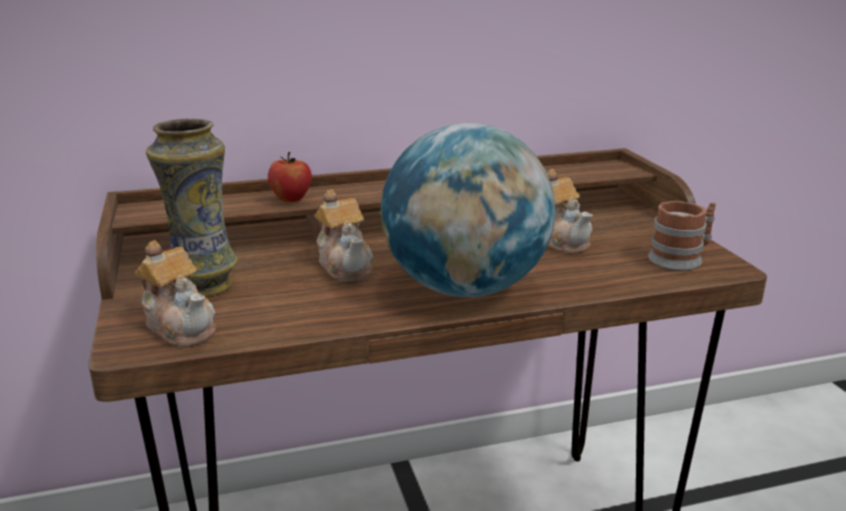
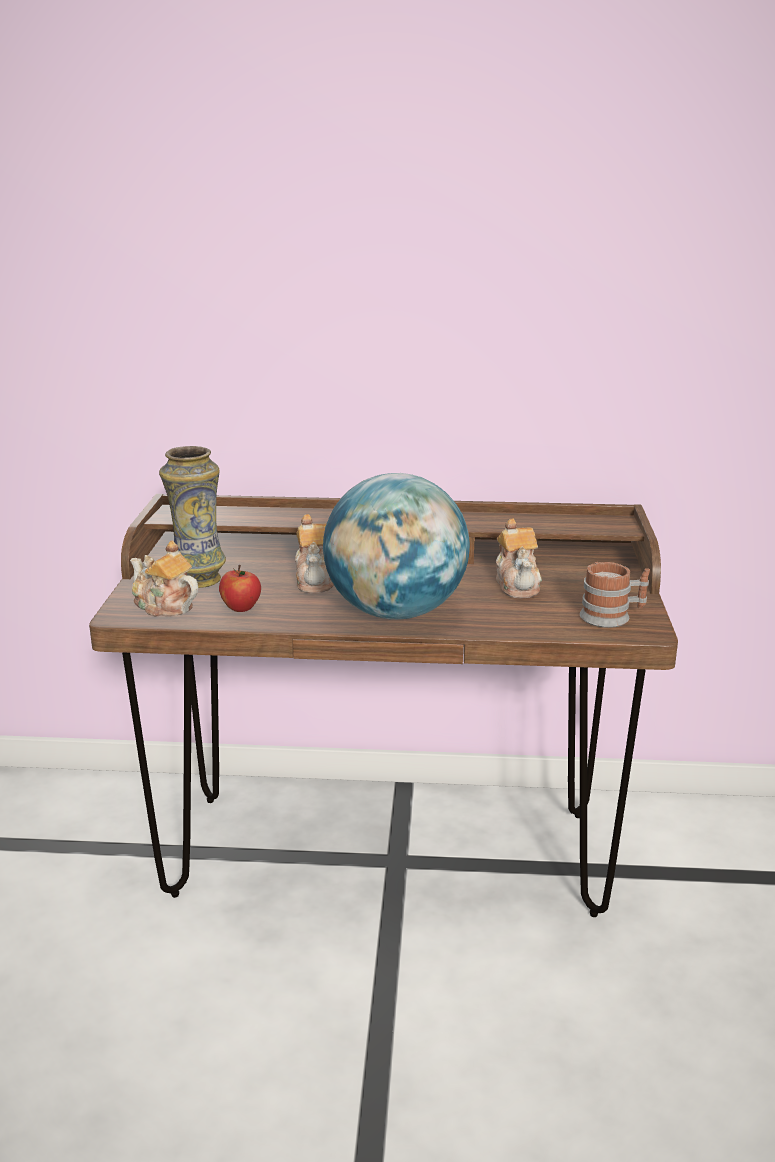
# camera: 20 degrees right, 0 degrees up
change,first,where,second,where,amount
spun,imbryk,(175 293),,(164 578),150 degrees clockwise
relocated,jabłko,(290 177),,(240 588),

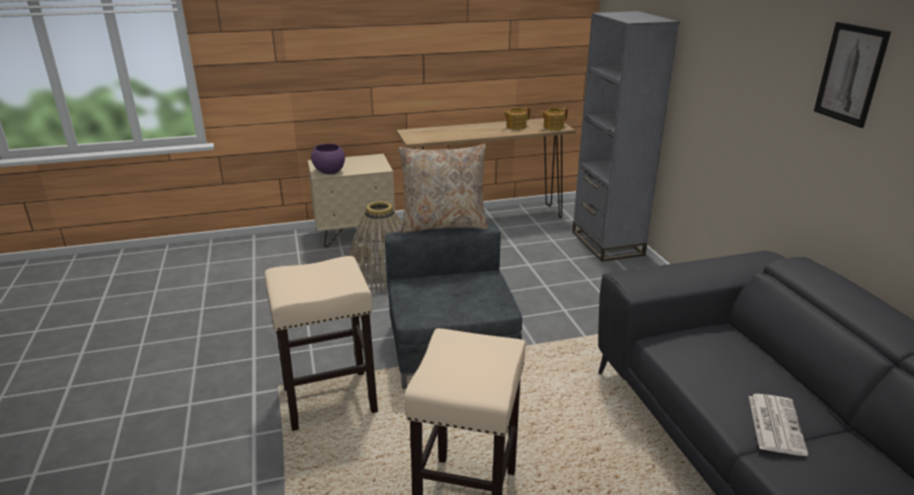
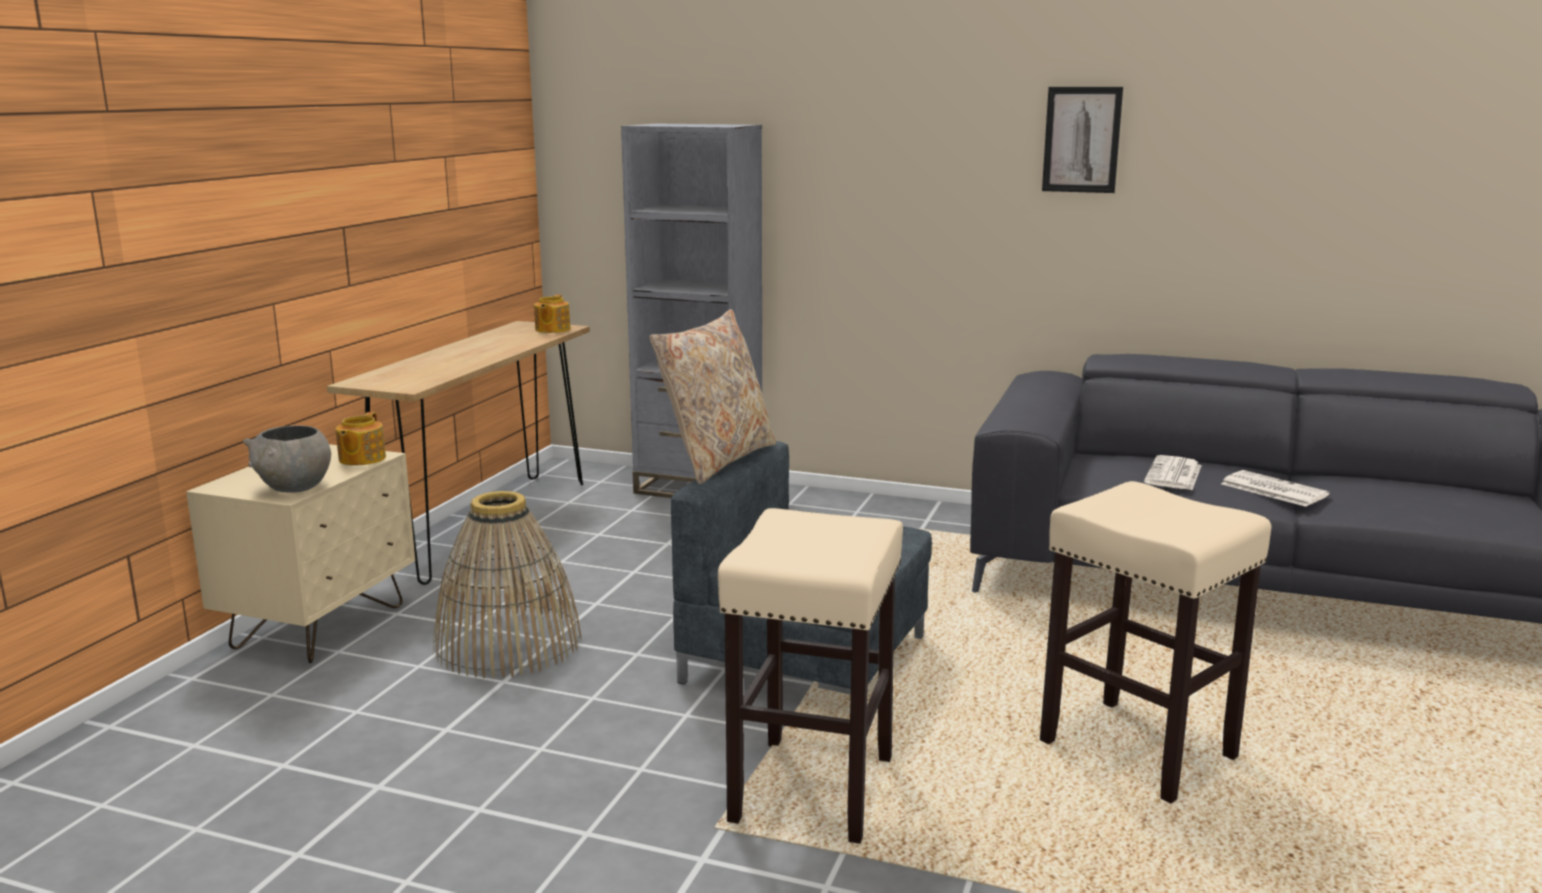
# camera: 55 degrees left, 10 degrees down
change,first,where,second,where,amount
colour,miska/fioletowy,(328 159),miska/szary,(286 459),
relocated,imbryk,(516 118),,(360 438),
appeared,,,gazeta,(1173 472),

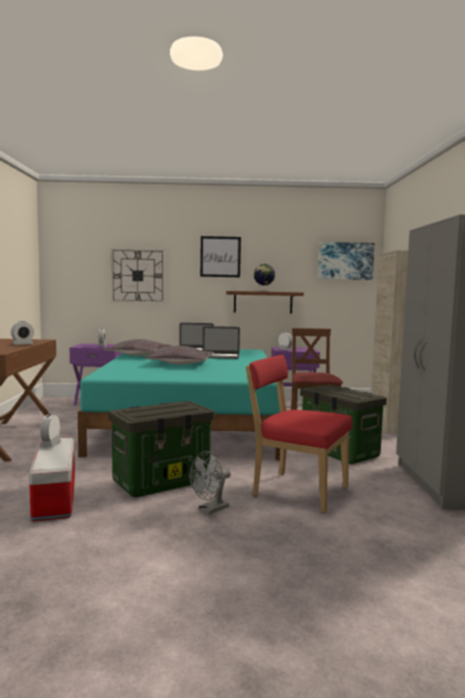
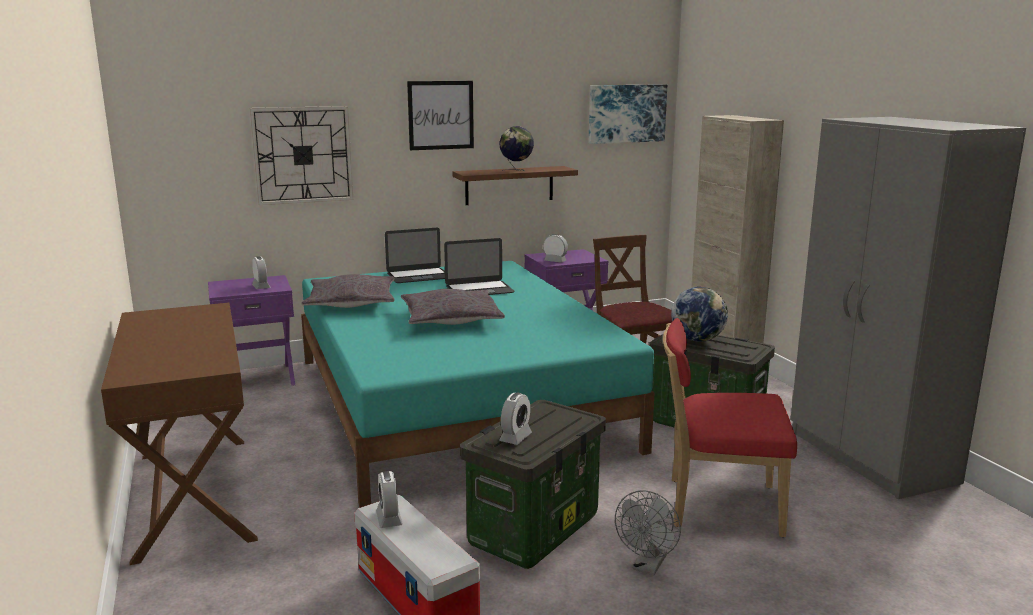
# camera: 20 degrees left, 10 degrees up
change,first,where,second,where,amount
relocated,budzik,(22 333),,(515 419),
appeared,,,globus,(699 314),

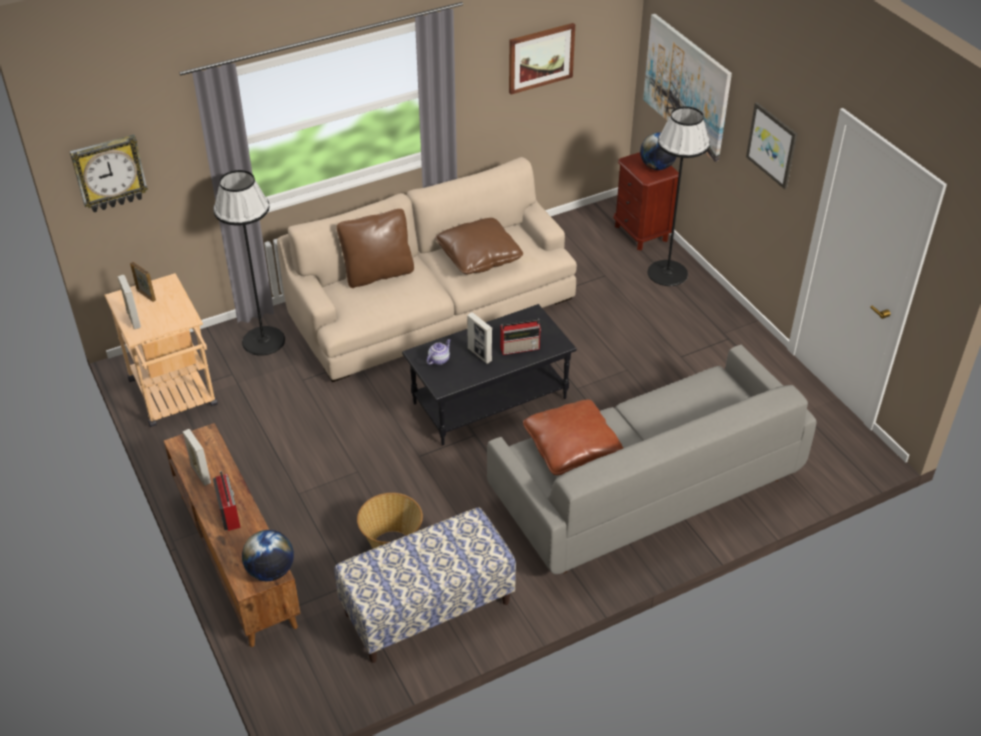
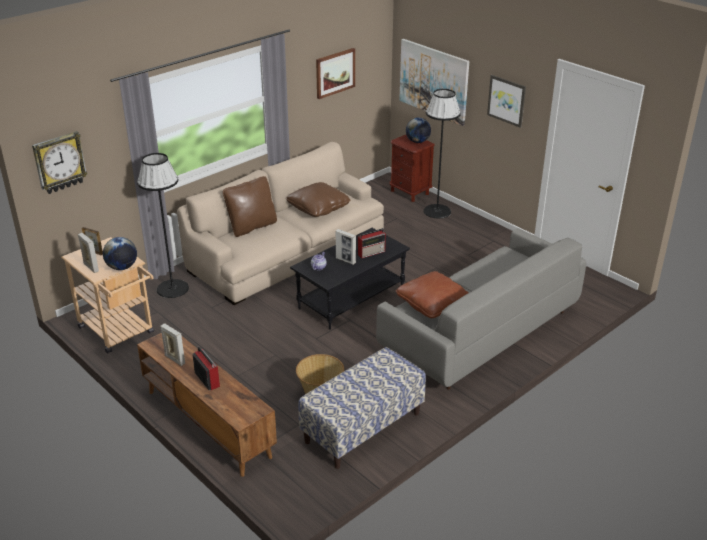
# camera: 15 degrees left, 10 degrees down
change,first,where,second,where,amount
relocated,globus,(268 555),,(120 253),

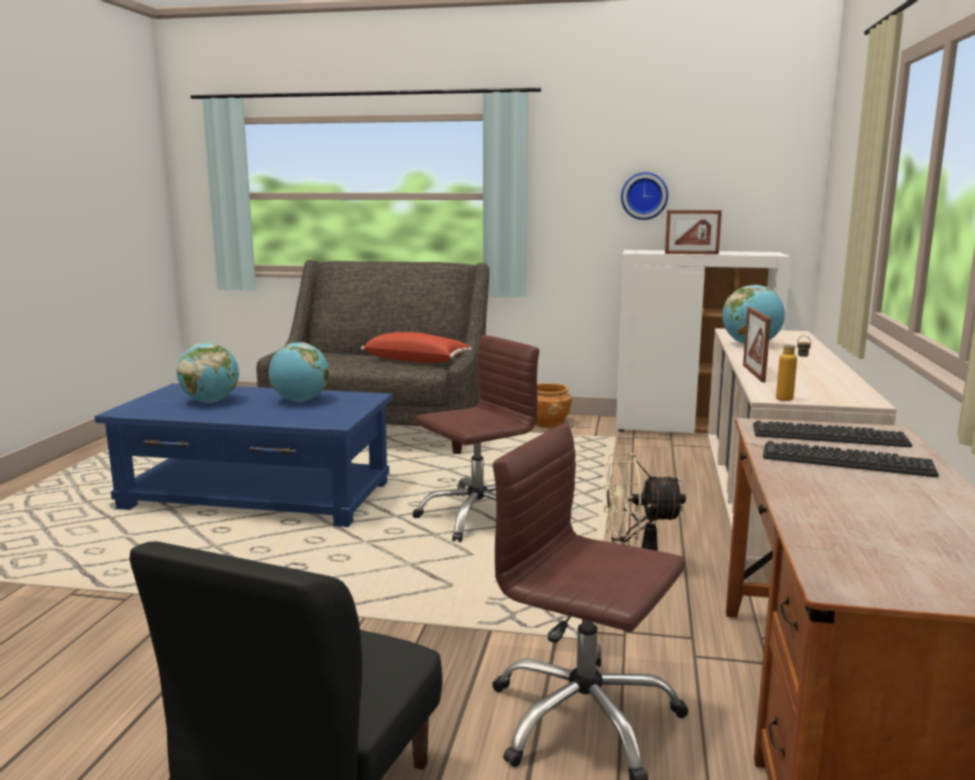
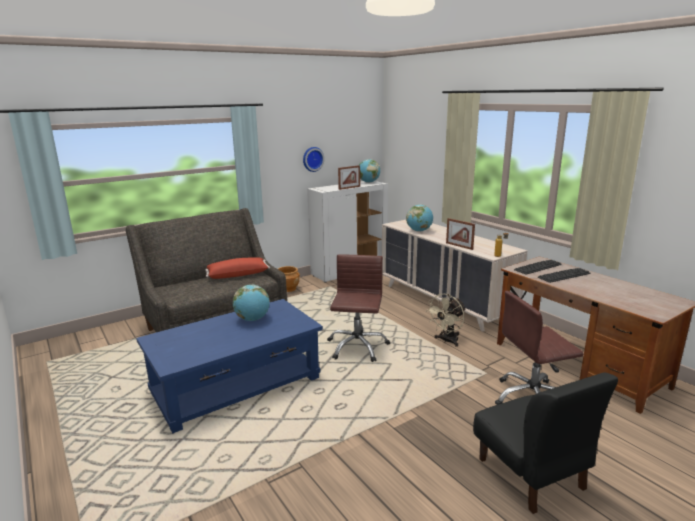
# camera: 45 degrees left, 5 degrees up
change,first,where,second,where,amount
relocated,globus,(208 373),,(369 171),

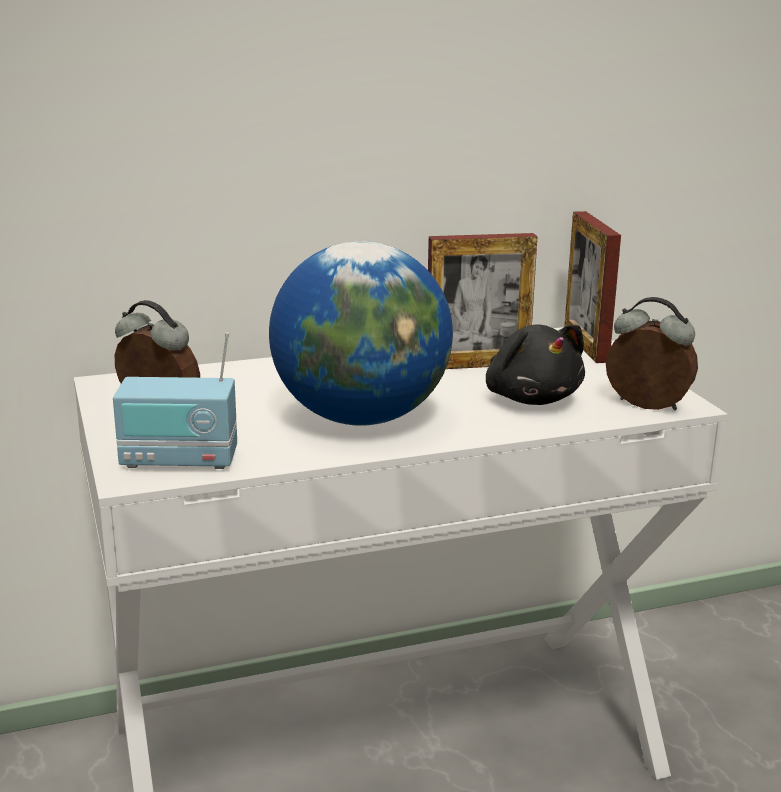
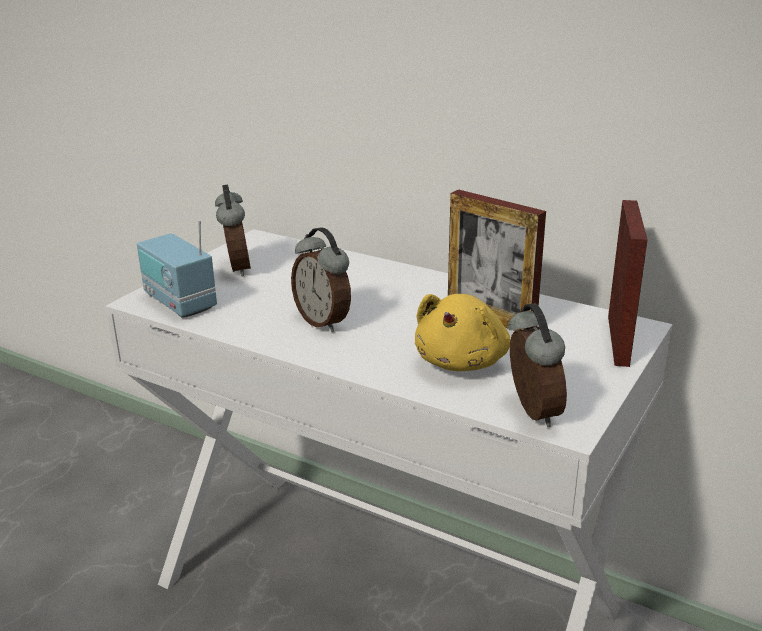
# camera: 50 degrees right, 5 degrees up
change,first,where,second,where,amount
exchanged,globus,(361 333),budzik,(321 280),
colour,pluszak/czarny,(535 364),pluszak/żółty,(462 332),
spun,ramka na zdjęcie,(592 287),,(627 283),150 degrees clockwise

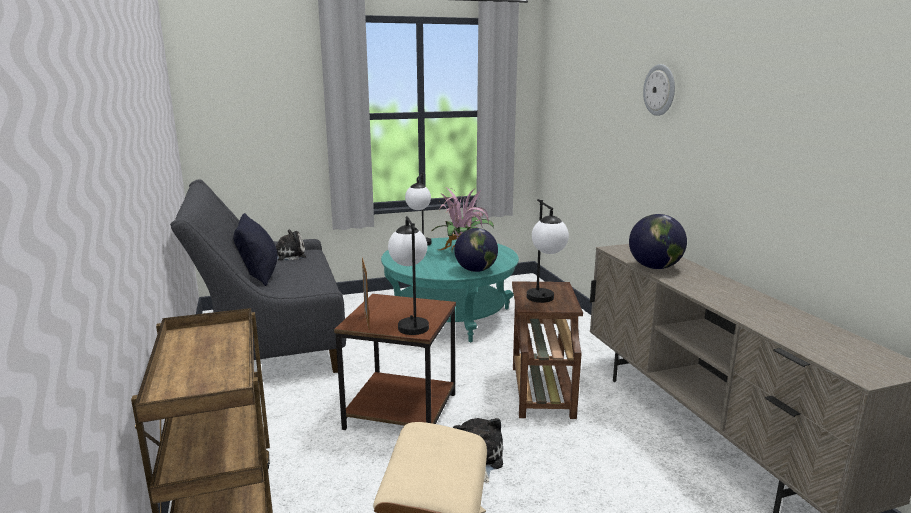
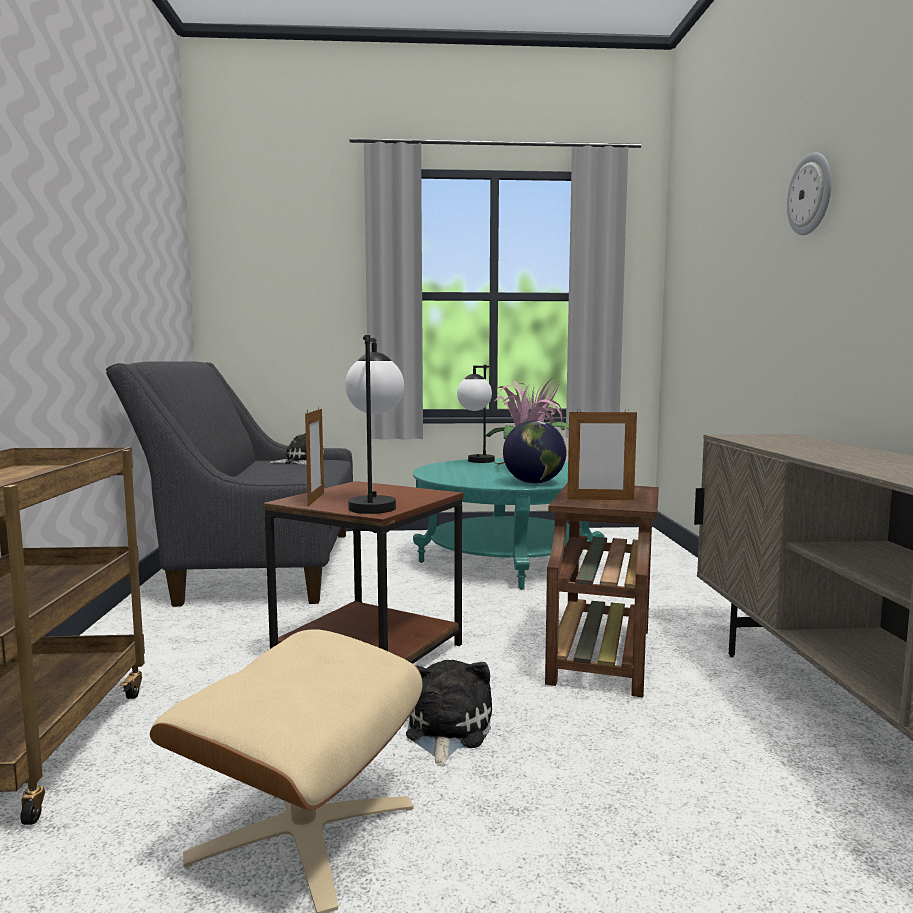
# camera: 15 degrees right, 10 degrees down
change,first,where,second,where,amount
exchanged,lampa stołowa,(548 251),ramka na zdjęcie,(602 454),
missing,poduszka/czarny,(255 249),,,
missing,globus,(658 241),,,

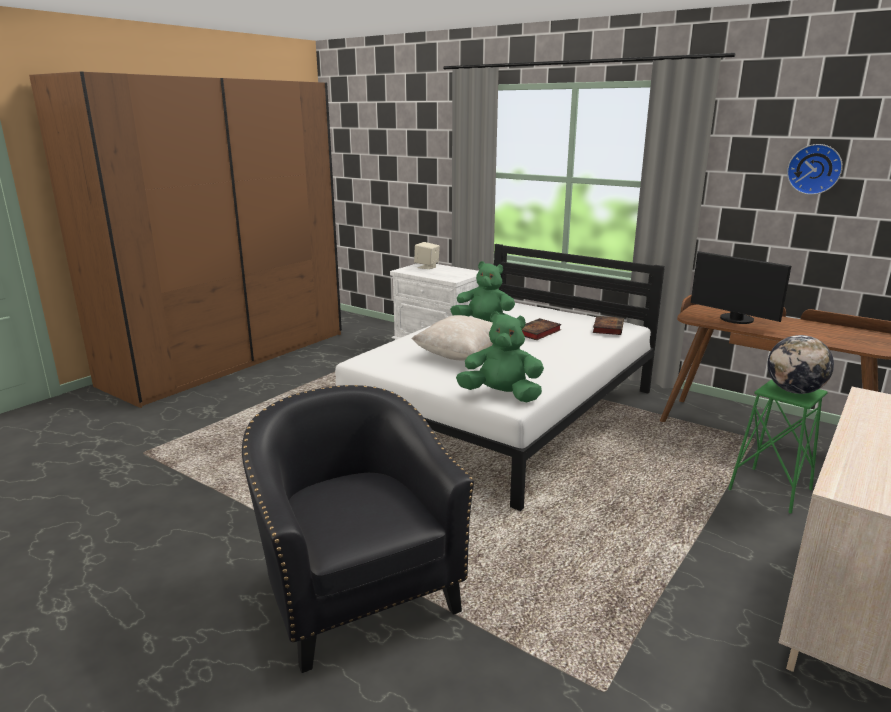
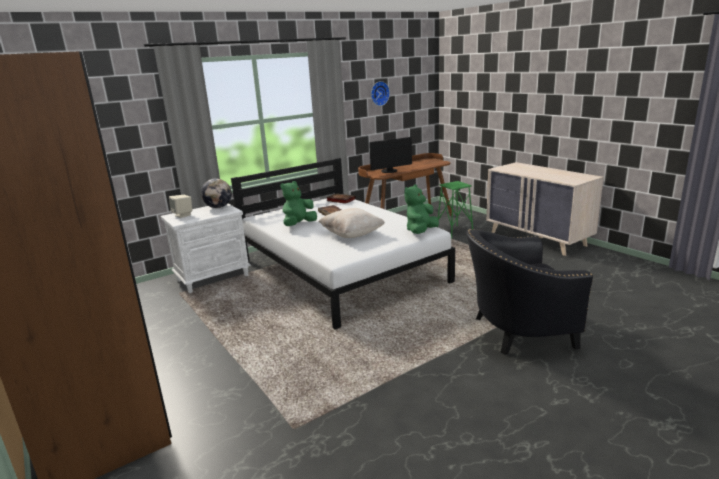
# camera: 70 degrees left, 0 degrees up
change,first,where,second,where,amount
relocated,globus,(800 364),,(216 193),

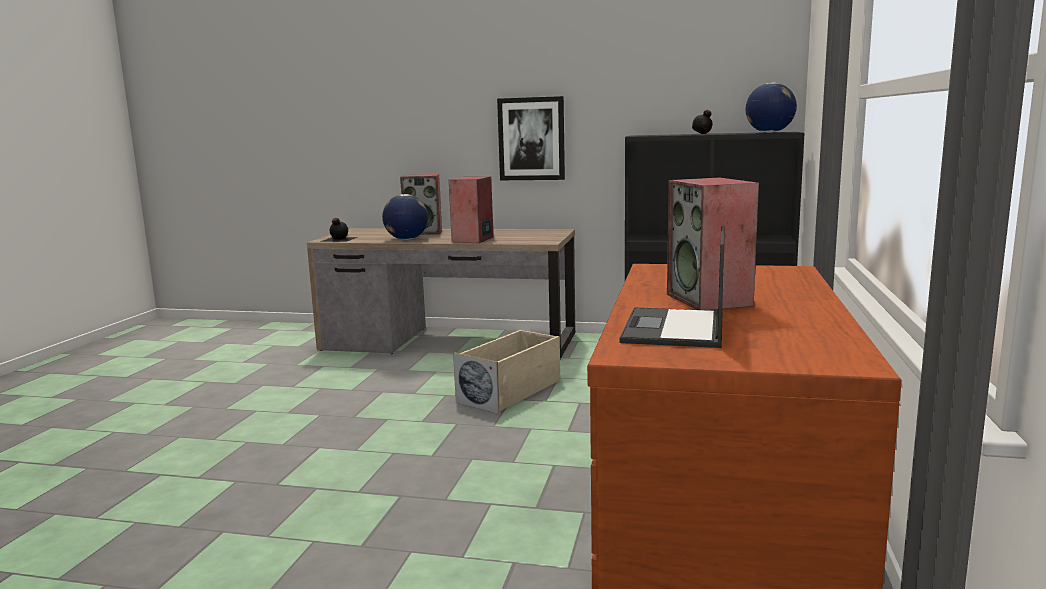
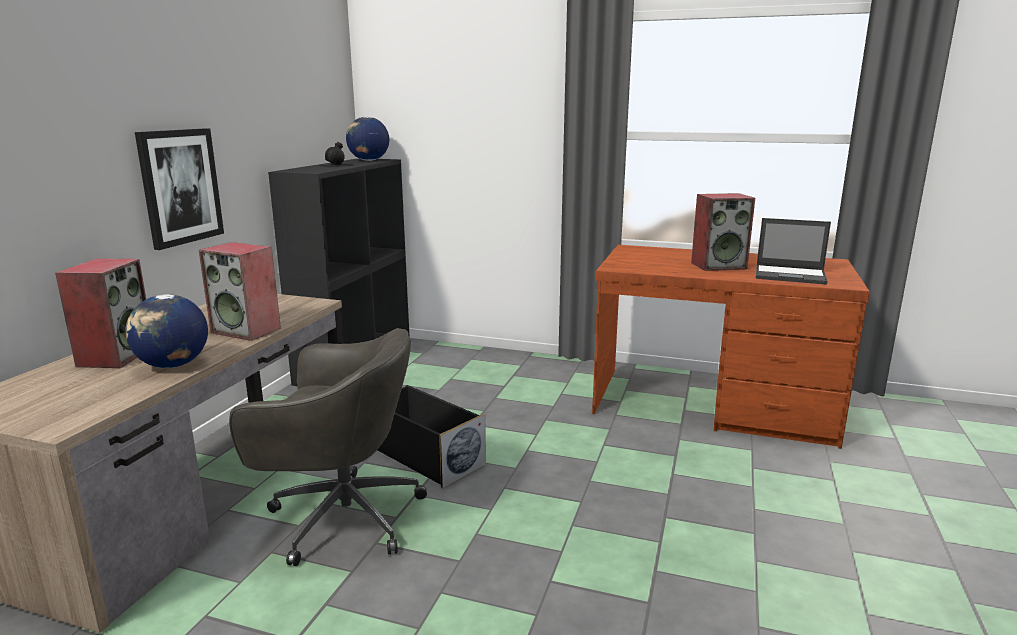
# camera: 85 degrees left, 5 degrees up
change,first,where,second,where,amount
appeared,,,krzesło biurowe/szary,(328 447),
colour,pojemnik do przechowywania/beżowy,(506 372),pojemnik do przechowywania/czarny,(431 436),
missing,butelka/czarny,(339 230),,,

